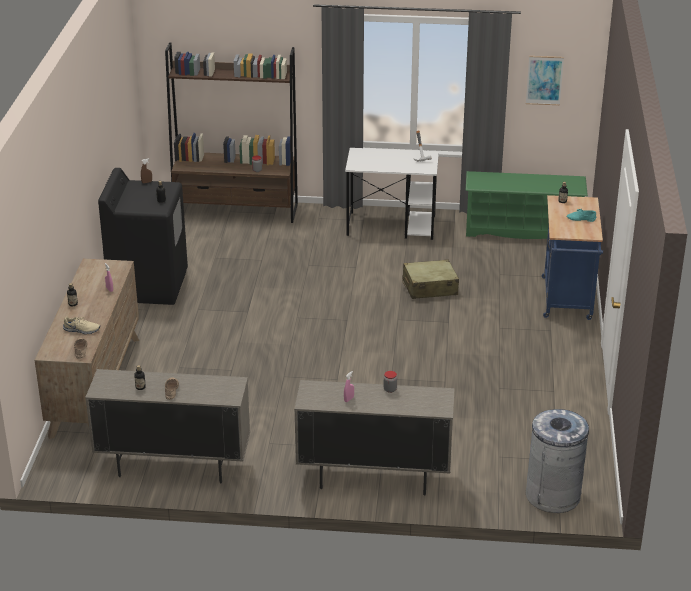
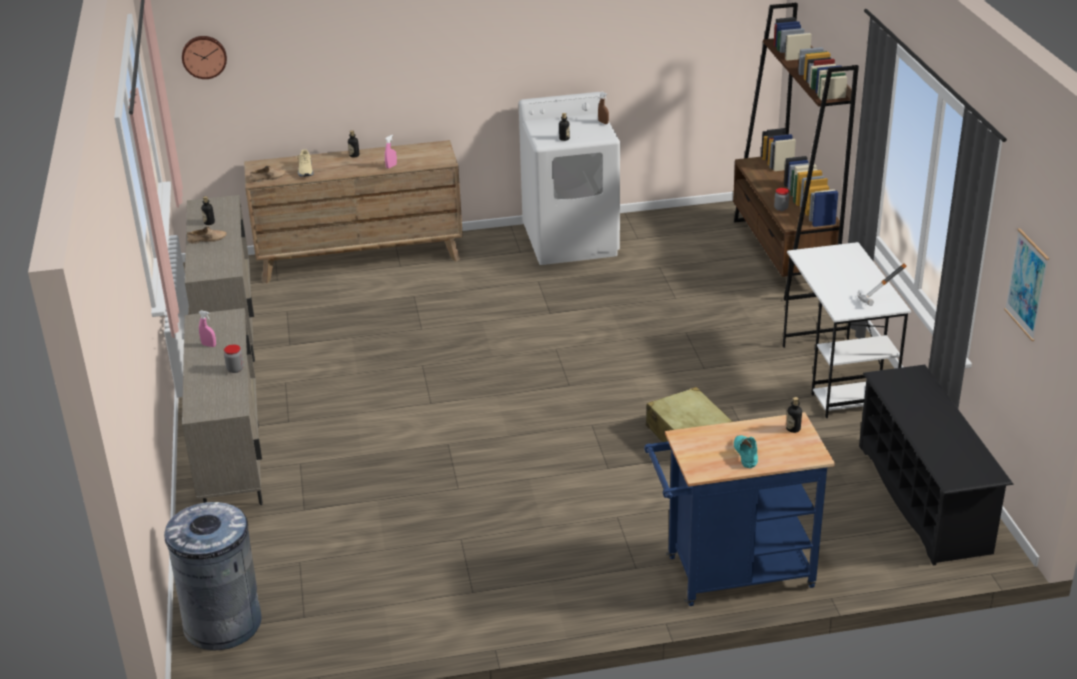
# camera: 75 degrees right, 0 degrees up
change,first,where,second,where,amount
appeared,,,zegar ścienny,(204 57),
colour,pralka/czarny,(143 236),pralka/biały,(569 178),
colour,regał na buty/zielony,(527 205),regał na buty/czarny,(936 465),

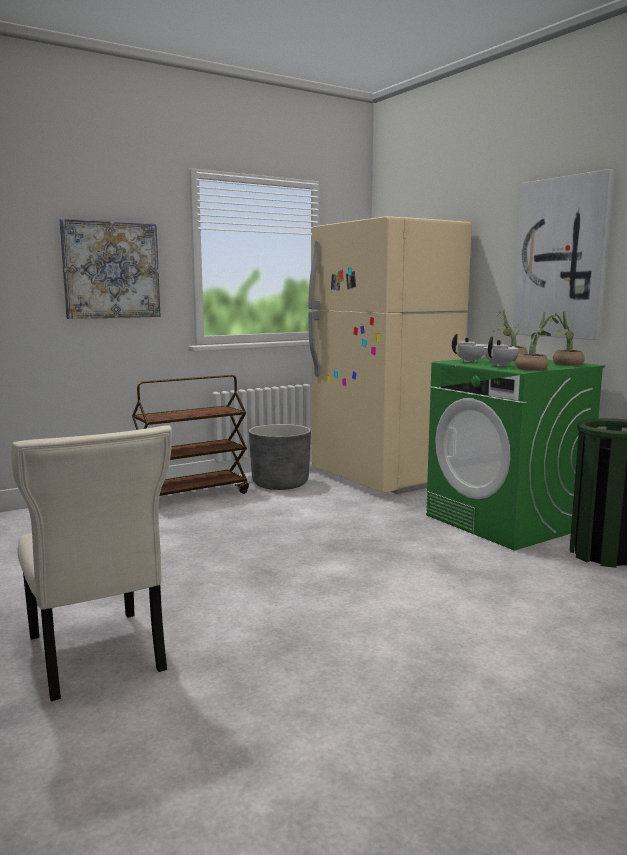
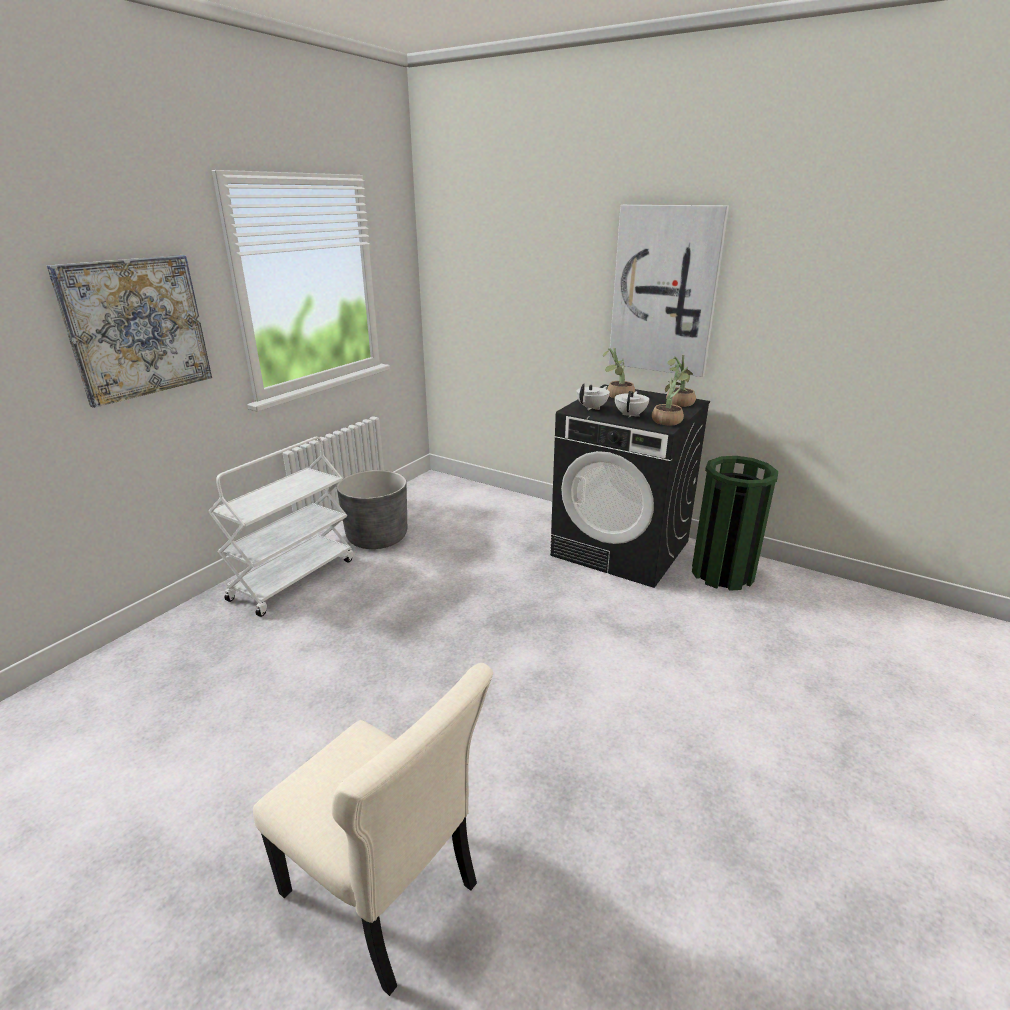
# camera: 25 degrees left, 15 degrees up
change,first,where,second,where,amount
colour,wózek/brązowy,(190 435),wózek/biały,(280 527),
colour,pralka/zielony,(515 454),pralka/czarny,(630 486),
missing,lodówka/beżowy,(390 355),,,

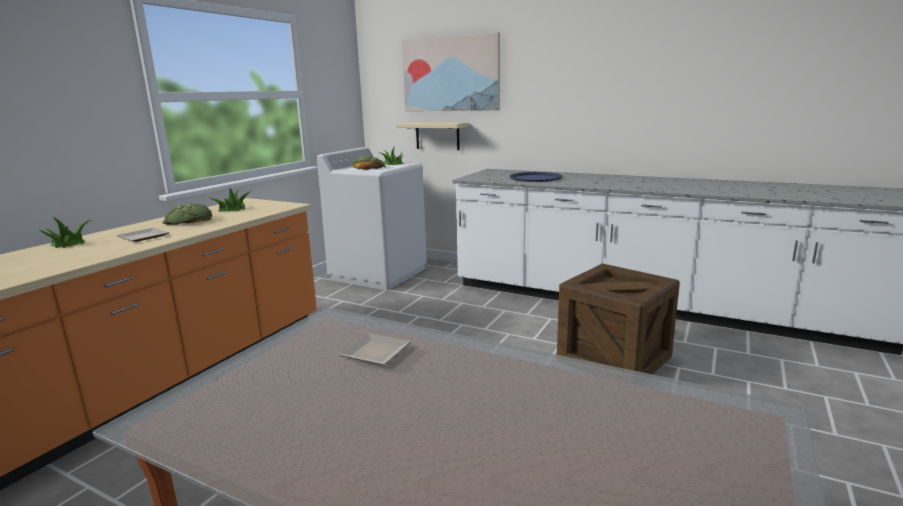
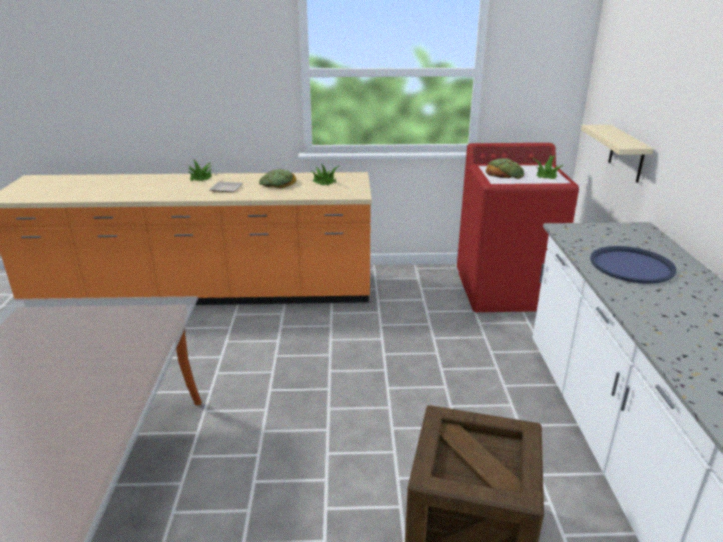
# camera: 60 degrees right, 10 degrees up
change,first,where,second,where,amount
colour,pralka/biały,(372 218),pralka/czerwony,(518 227),
missing,talerz,(375 349),,,
missing,obraz,(451 71),,,

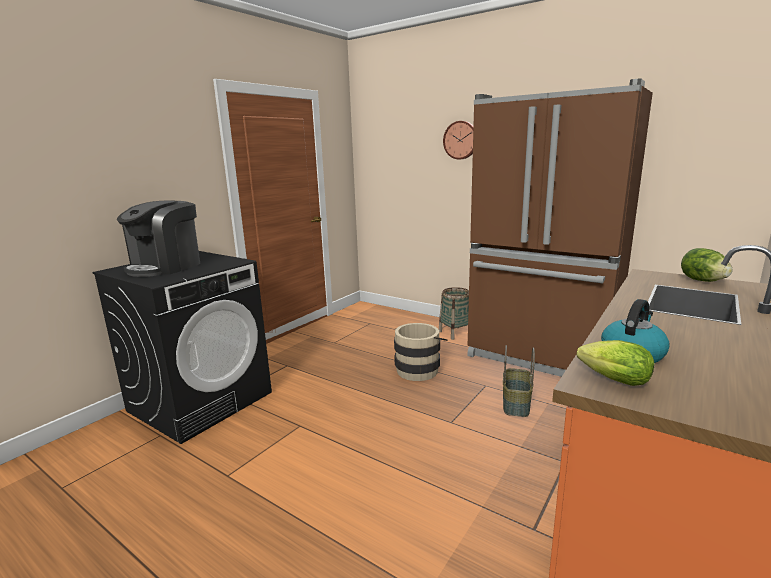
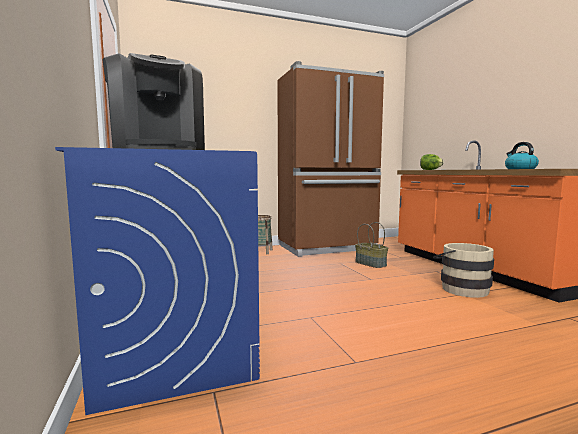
# camera: 55 degrees left, 10 degrees down
change,first,where,second,where,amount
colour,pralka/czarny,(182 347),pralka/niebieski,(157 281),
relocated,wiadro/beżowy,(420 352),,(463 270),
missing,zegar ścienny,(458 140),,,
missing,sałata,(615 363),,,

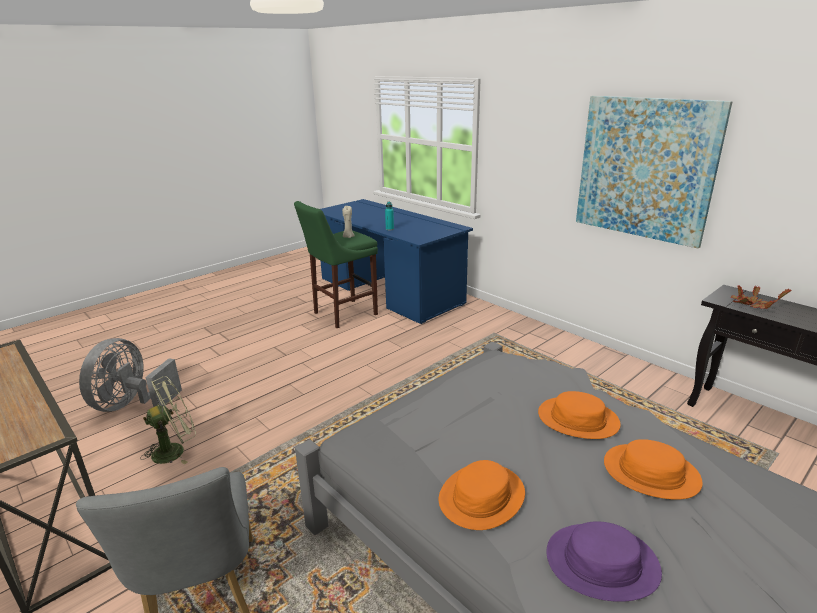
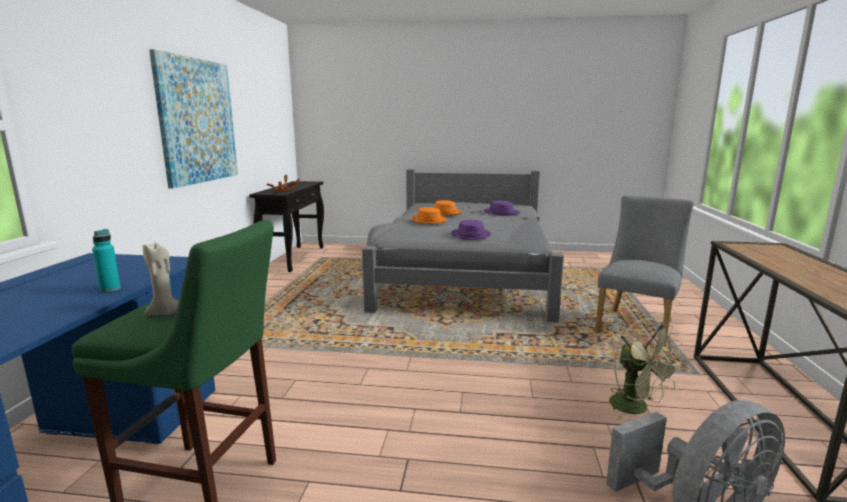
# camera: 130 degrees left, 10 degrees down
change,first,where,second,where,amount
appeared,,,kapelusz/fioletowy,(471 230),
spun,wentylator/zielony,(168 420),,(646 369),135 degrees counterclockwise
missing,kapelusz/pomarańczowy,(481 495),,,

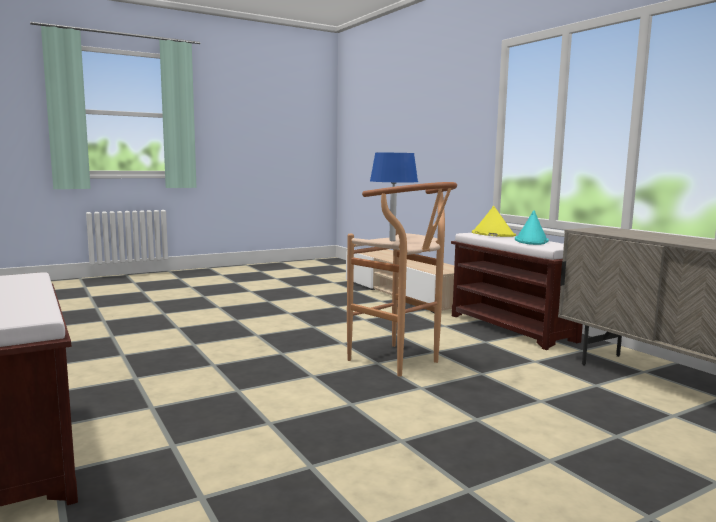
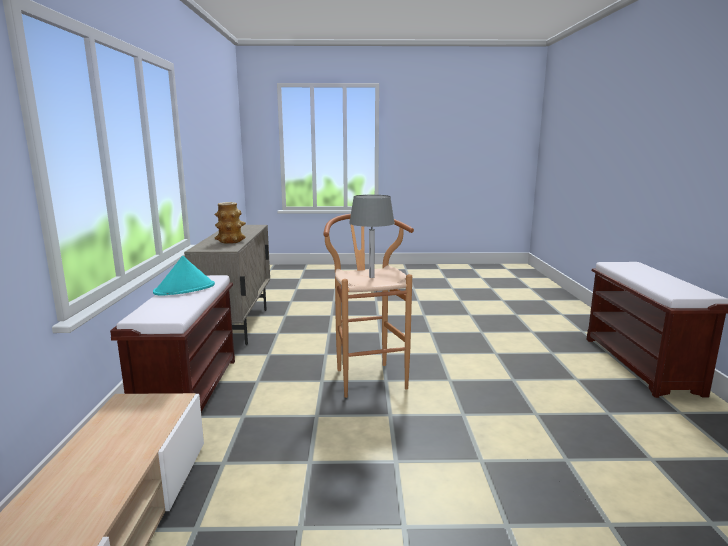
# camera: 150 degrees left, 5 degrees up
change,first,where,second,where,amount
appeared,,,wazon,(230 223),
colour,lampa stołowa/niebieski,(394 197),lampa stołowa/szary,(372 236),
missing,kapelusz/żółty,(494 221),,,

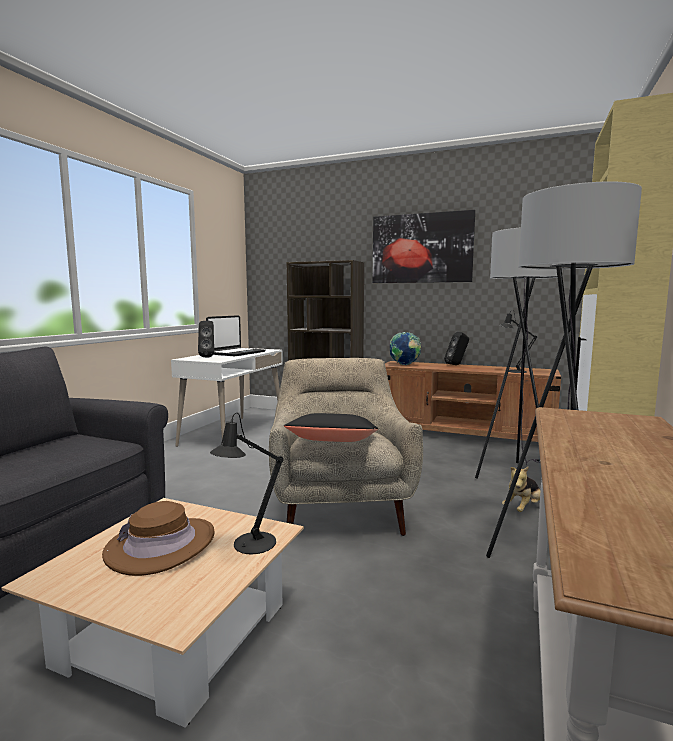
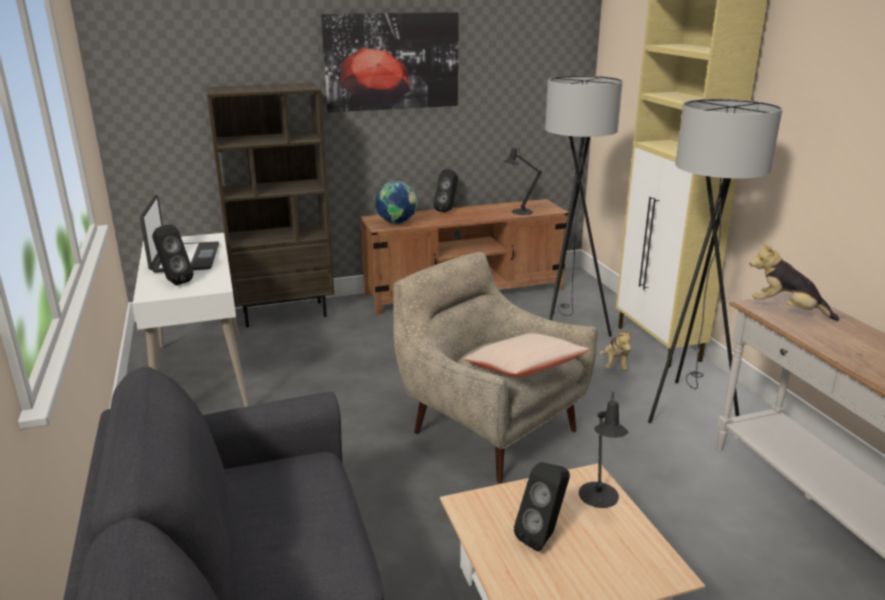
# camera: 40 degrees left, 15 degrees up
change,first,where,second,where,amount
colour,poduszka/czarny,(331 427),poduszka/beżowy,(526 355),
exchanged,kapelusz/brązowy,(158 538),głośnik/czarny,(542 506),
appeared,,,pluszak,(794 281),

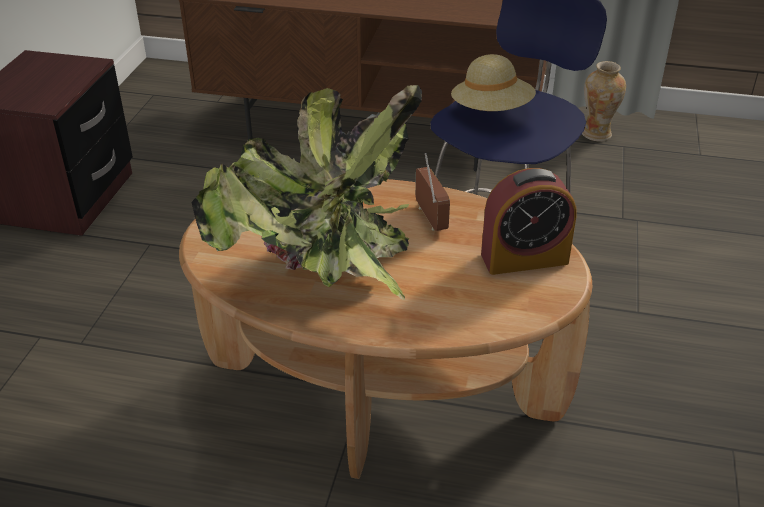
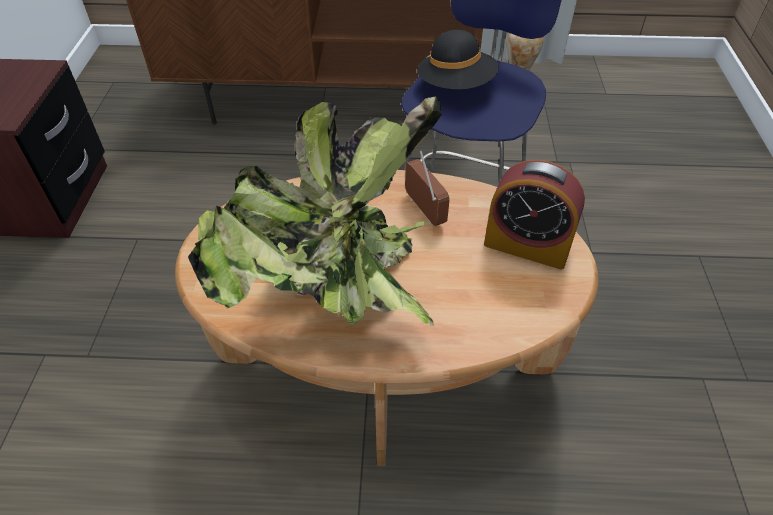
# camera: 10 degrees left, 10 degrees up
change,first,where,second,where,amount
colour,kapelusz/beżowy,(493 82),kapelusz/czarny,(458 60),
spun,budzik,(529 221),,(534 215),45 degrees clockwise

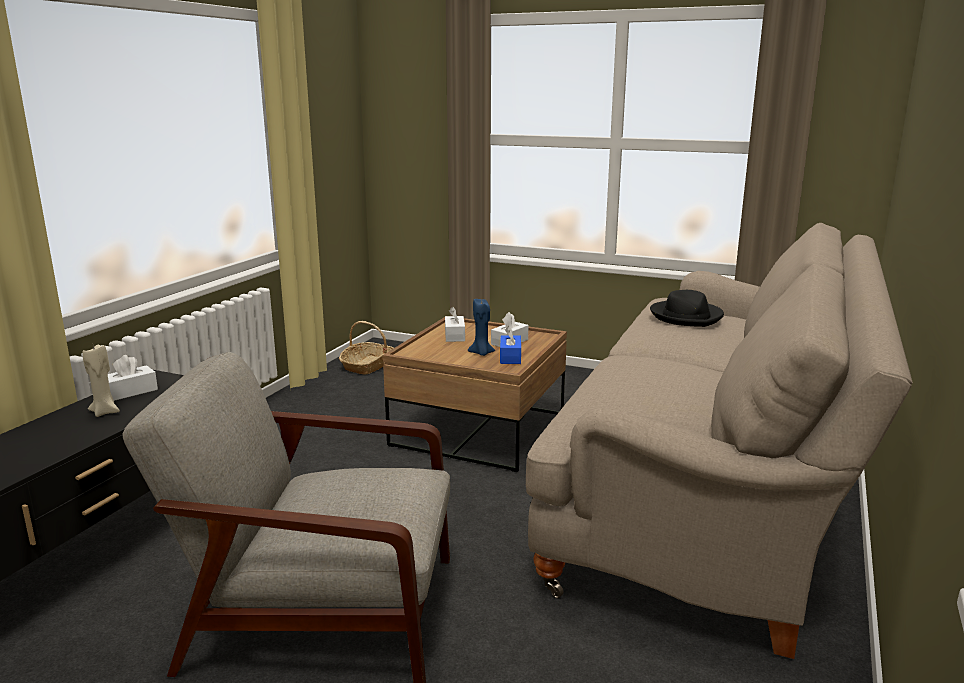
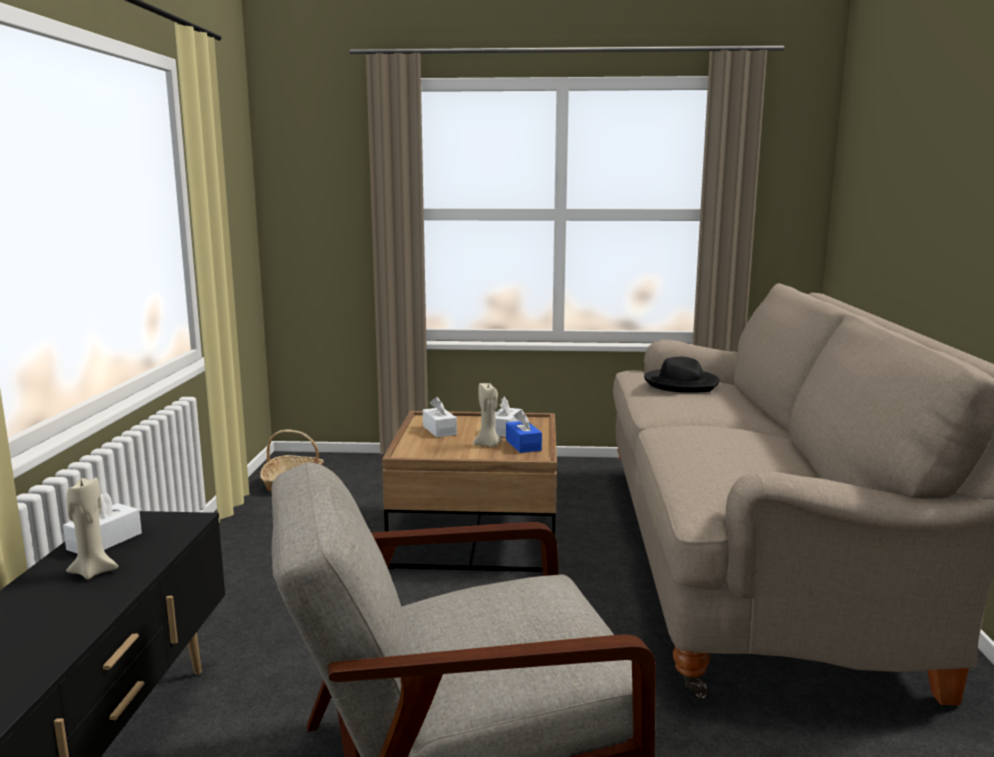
# camera: 20 degrees left, 5 degrees down
change,first,where,second,where,amount
colour,świeca/niebieski,(481 327),świeca/beżowy,(487 414),

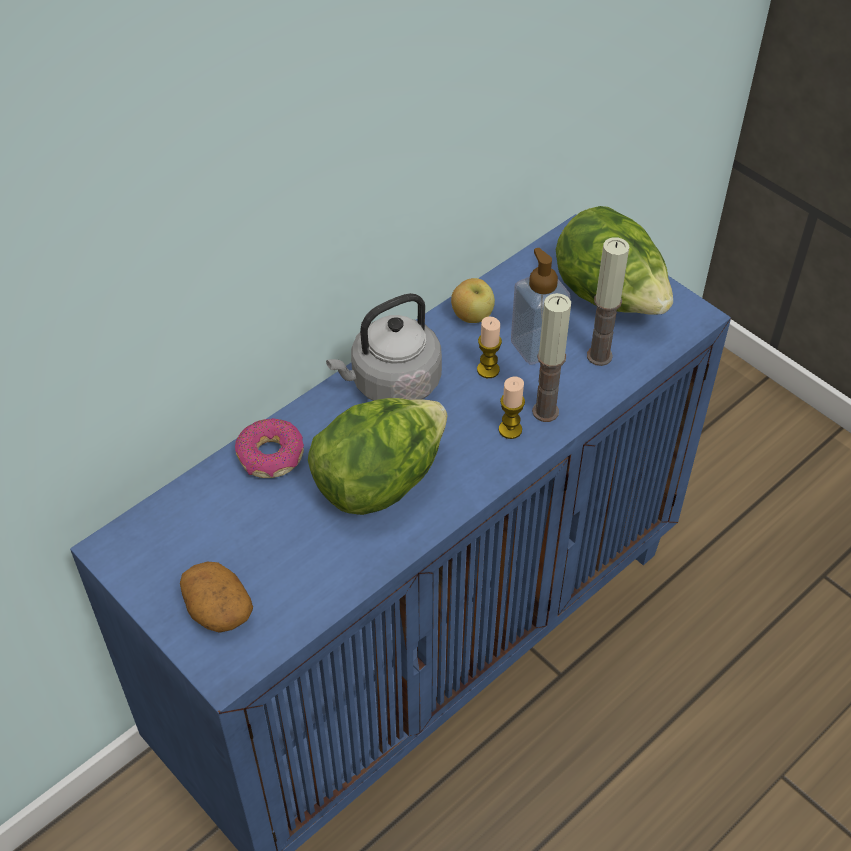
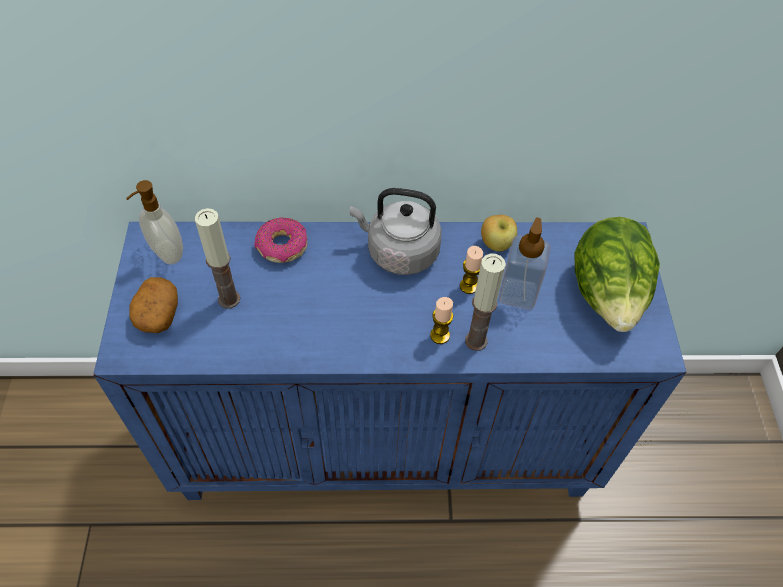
# camera: 40 degrees right, 5 degrees up
change,first,where,second,where,amount
appeared,,,dozownik mydła,(154 222),
relocated,świeca,(608 301),,(217 258),
missing,sałata,(377 456),,,

